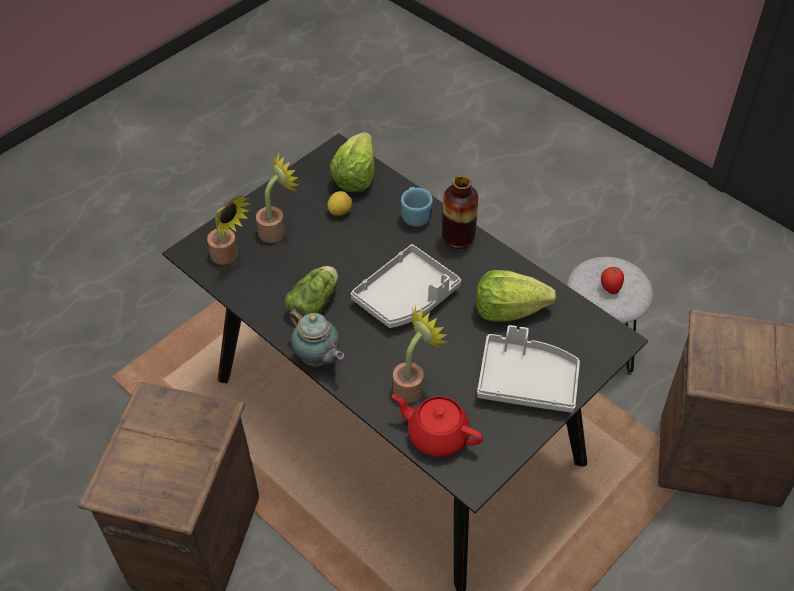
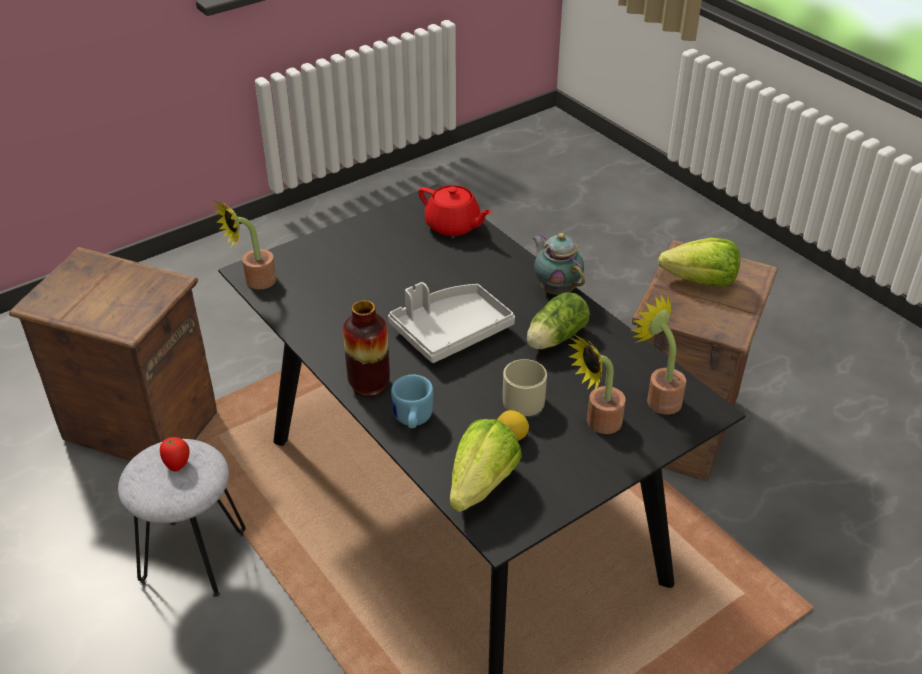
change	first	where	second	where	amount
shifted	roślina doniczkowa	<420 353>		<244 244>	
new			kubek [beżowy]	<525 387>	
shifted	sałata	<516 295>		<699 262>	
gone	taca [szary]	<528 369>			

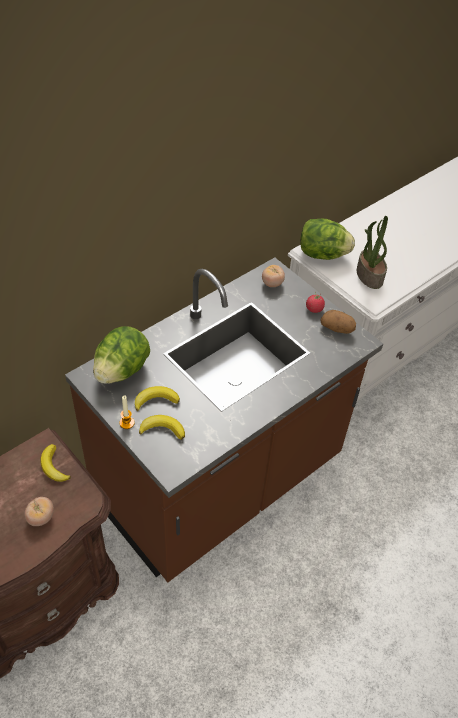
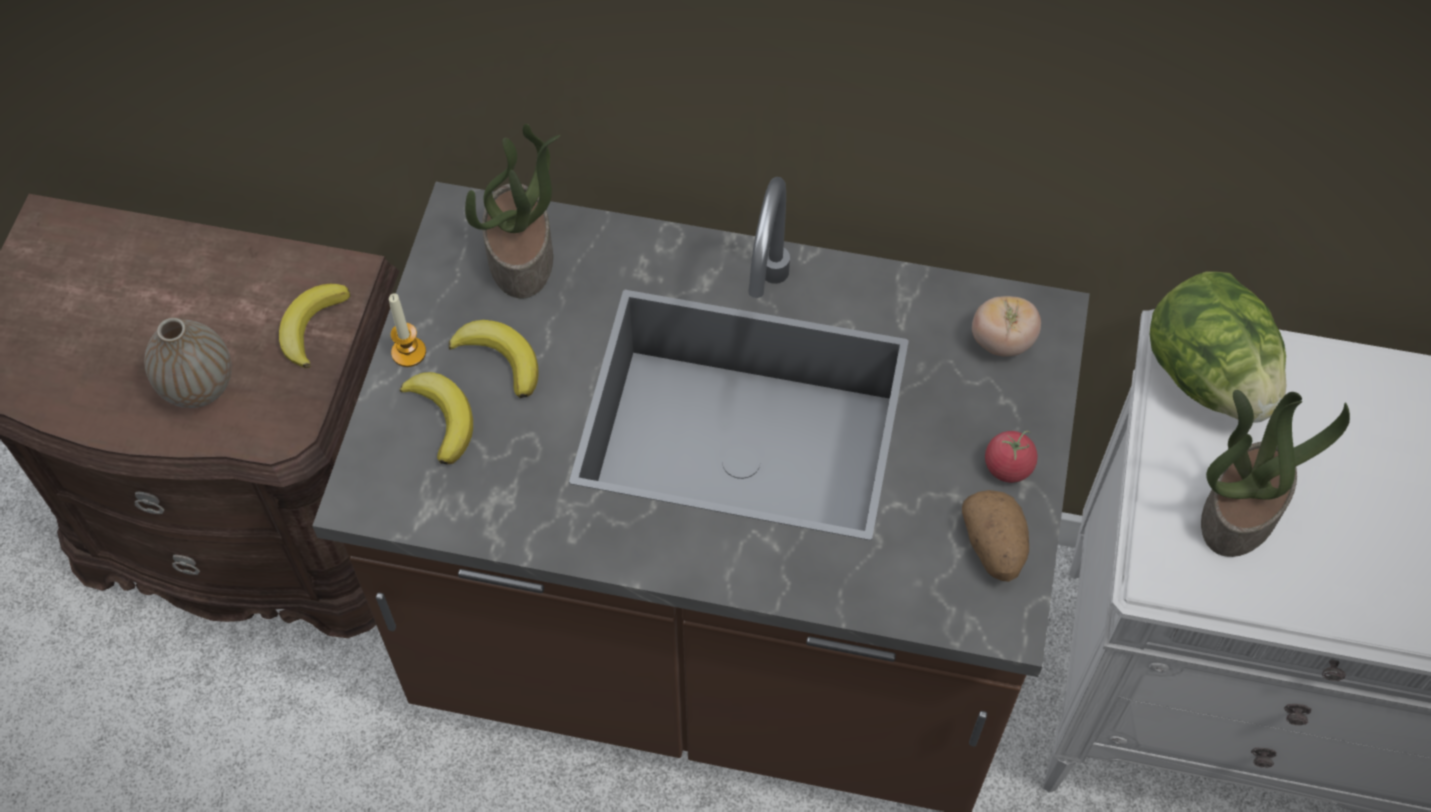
change	first	where	second	where	amount
swapped	pomidor	<39 511>	wazon	<188 363>	
swapped	sałata	<121 355>	roślina doniczkowa	<512 211>	

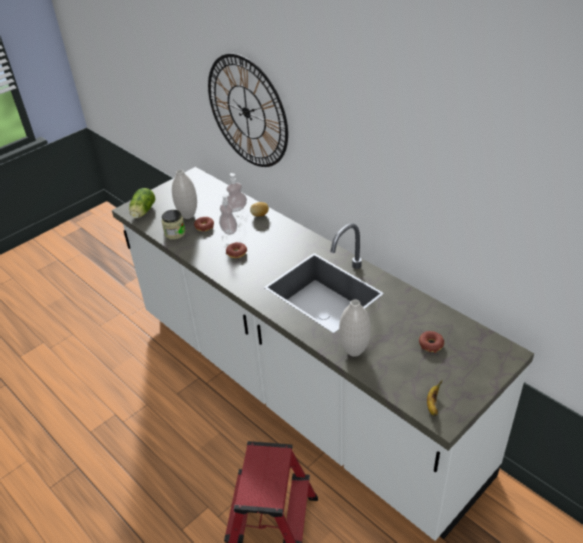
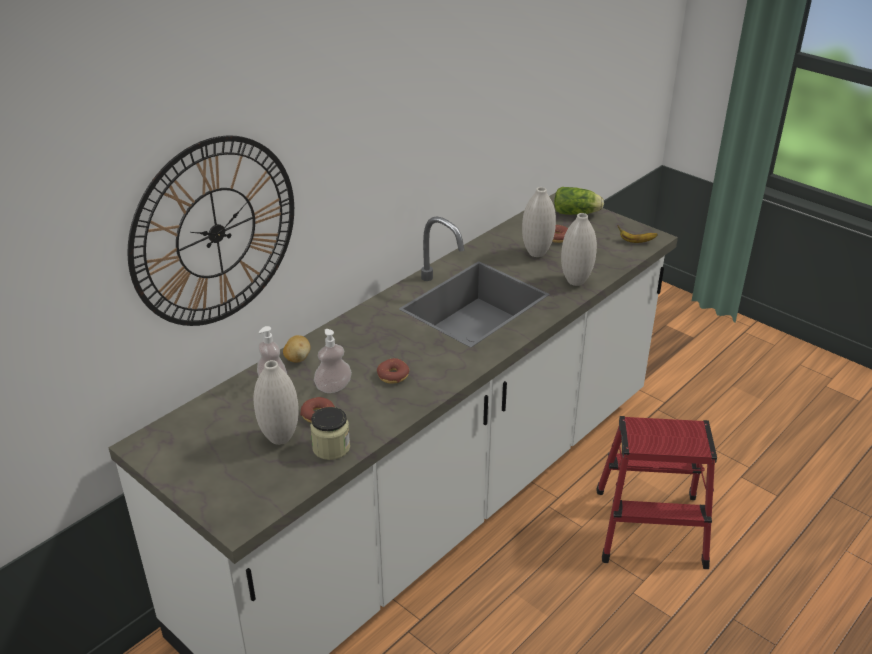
change	first	where	second	where	amount
new			wazon [biały]	<539 222>	
shifted	sałata	<142 203>		<579 201>	

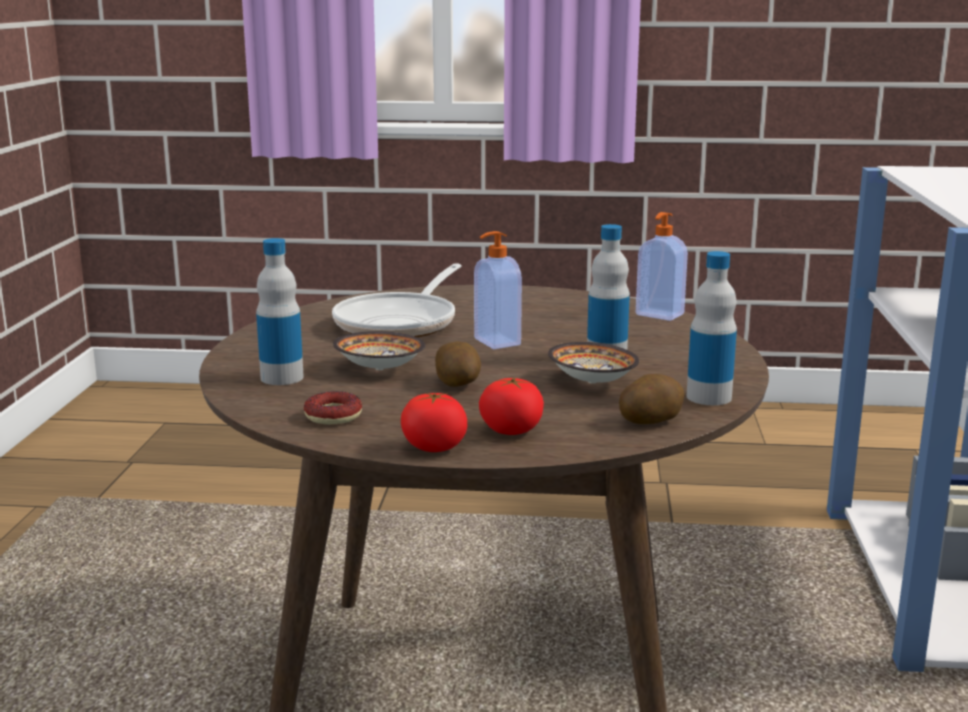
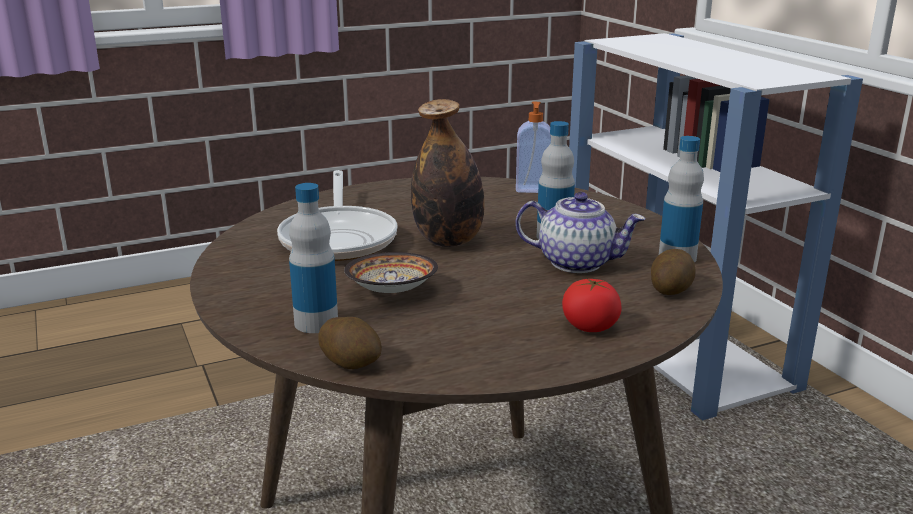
change	first	where	second	where	amount
shifted	ziemniak	<458 364>		<350 343>	
swapped	dozownik mydła	<498 290>	butelka	<448 173>	
swapped	miska	<593 363>	imbryk	<580 232>	
gone	donut	<333 408>			
gone	pomidor	<434 422>			

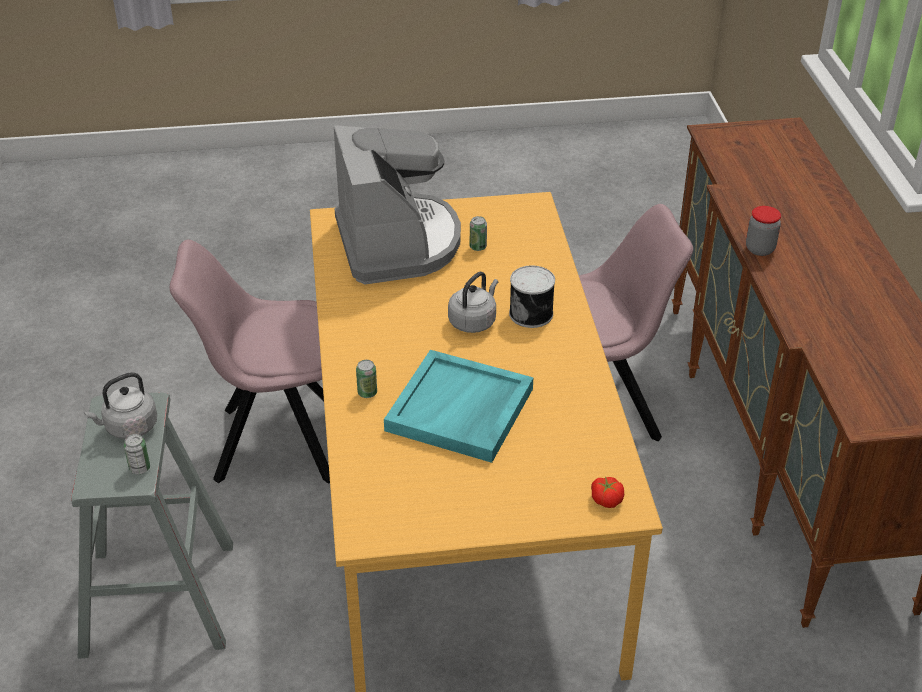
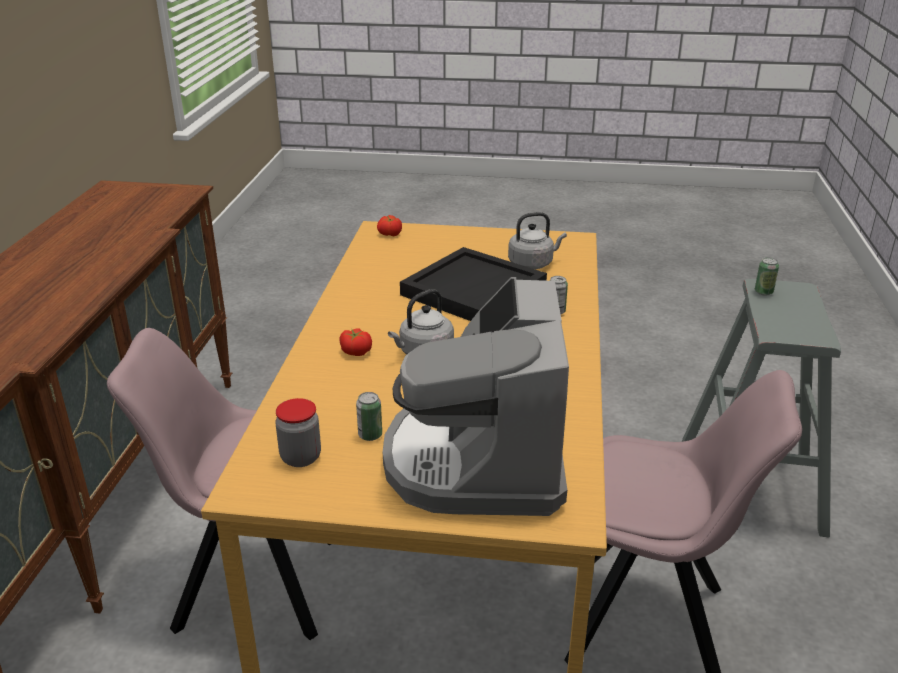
change	first	where	second	where	amount
shifted	słoik	<763 231>		<298 432>	
swapped	puszka	<532 296>	pomidor	<355 342>	
repainted	taca [turkusowy]	<458 406>	taca [czarny]	<473 284>	
shifted	czajnik [szary]	<120 405>		<537 240>	

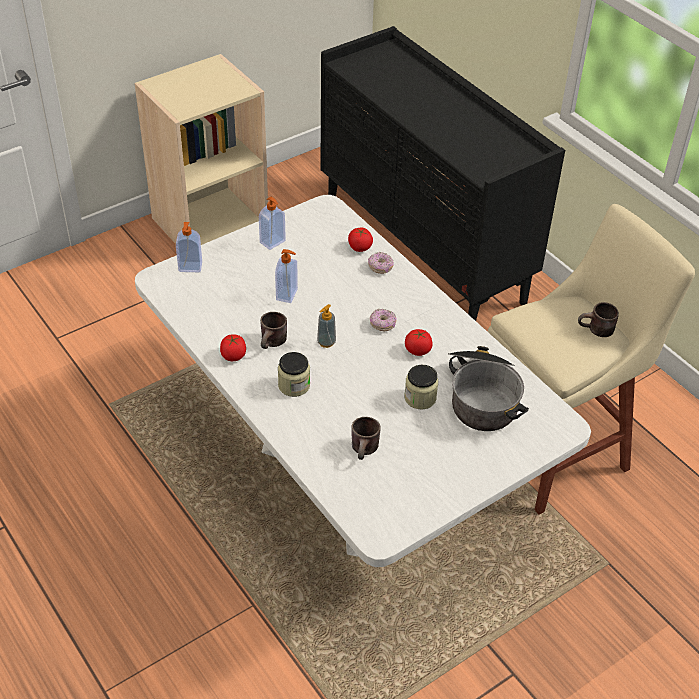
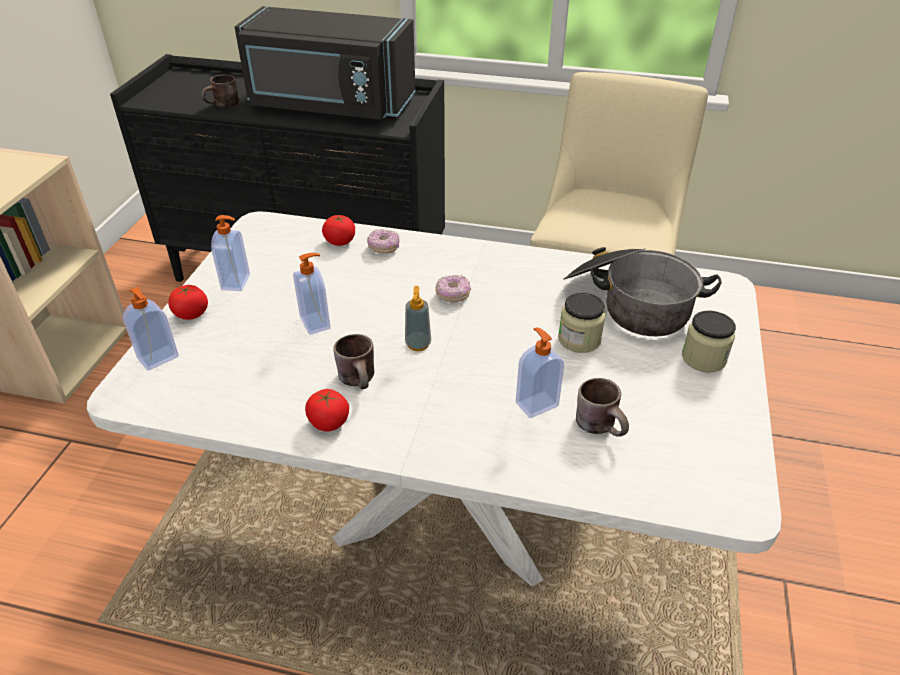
change	first	where	second	where	amount
shifted	pomidor	<419 342>		<188 302>	
shifted	kubek [brązowy]	<598 319>		<220 91>	
new			mikrofalówka [czarny]	<325 63>	
new			dozownik mydła	<540 372>	
shifted	słoik	<294 374>		<709 341>	

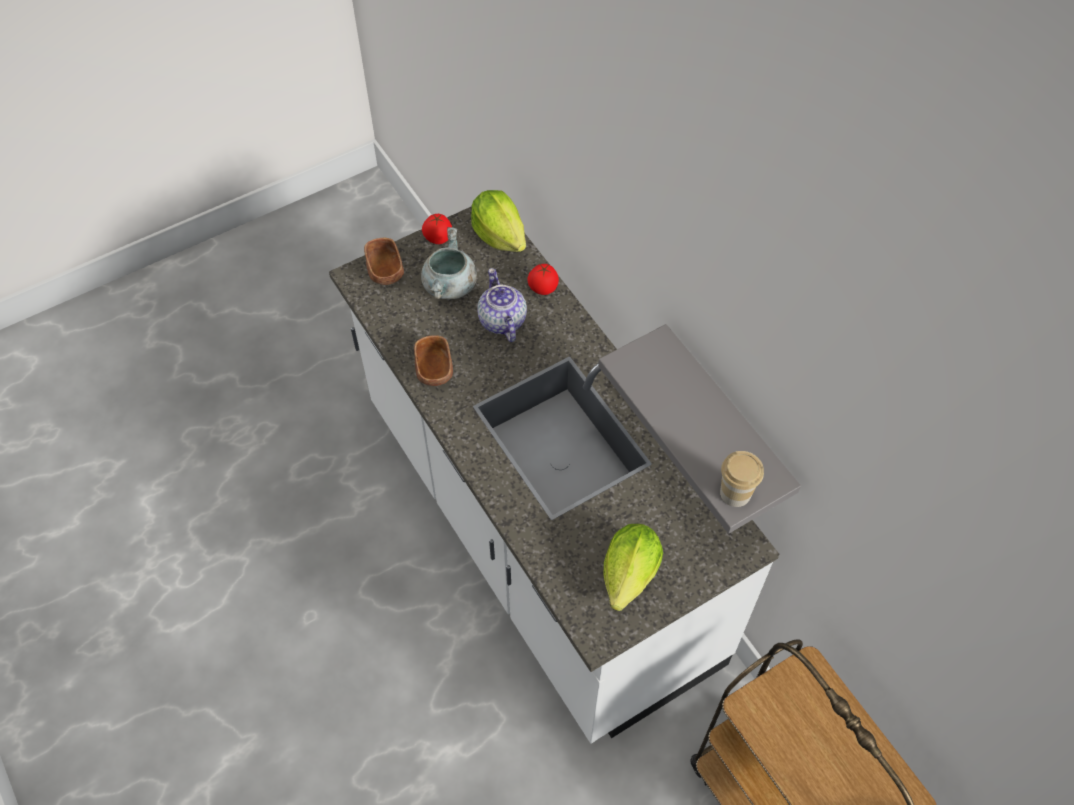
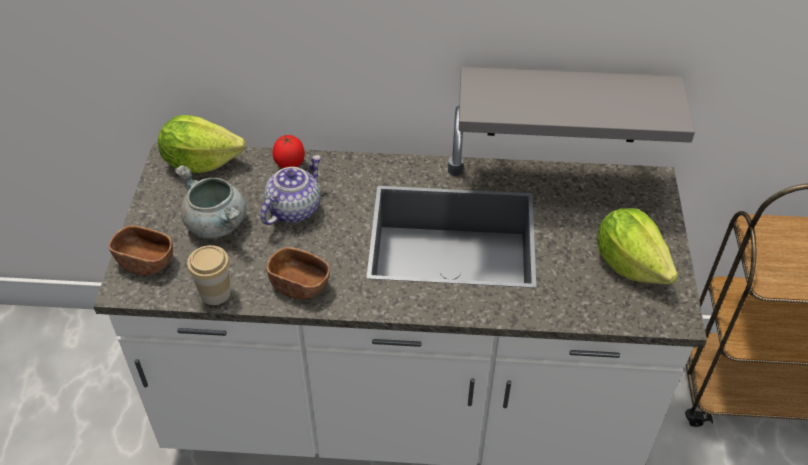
change	first	where	second	where	amount
shifted	filiżanka	<742 479>		<209 275>	
rotated	imbryk	<502 305>		<290 190>	105 degrees clockwise
gone	pomidor	<437 229>			

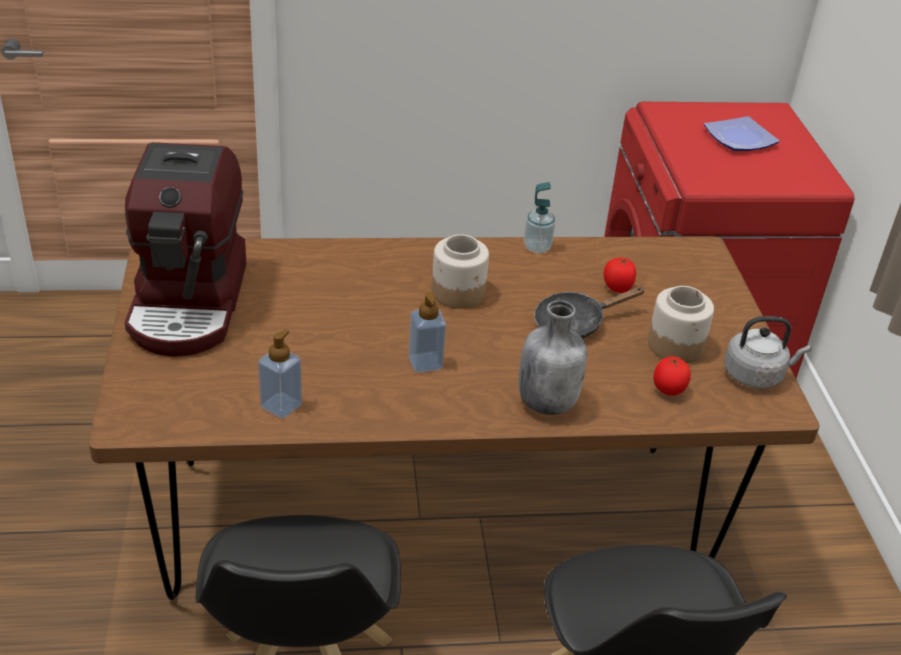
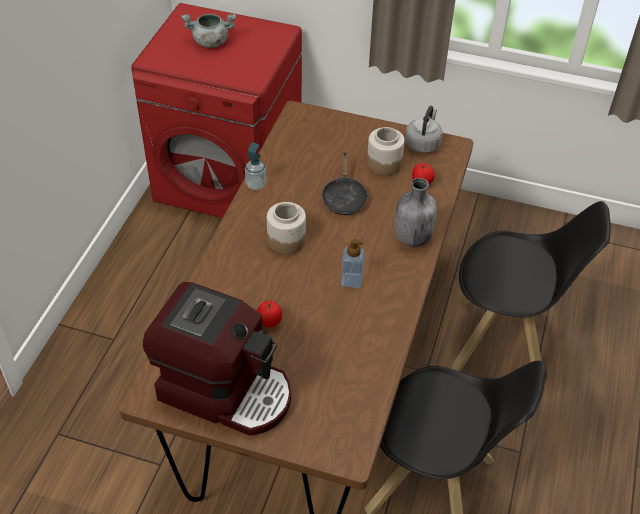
change	first	where	second	where	amount
swapped	talerz	<742 133>	garnek [szary]	<208 31>	
shifted	pomidor	<620 275>		<269 314>	
gone	dozownik mydła	<280 374>			

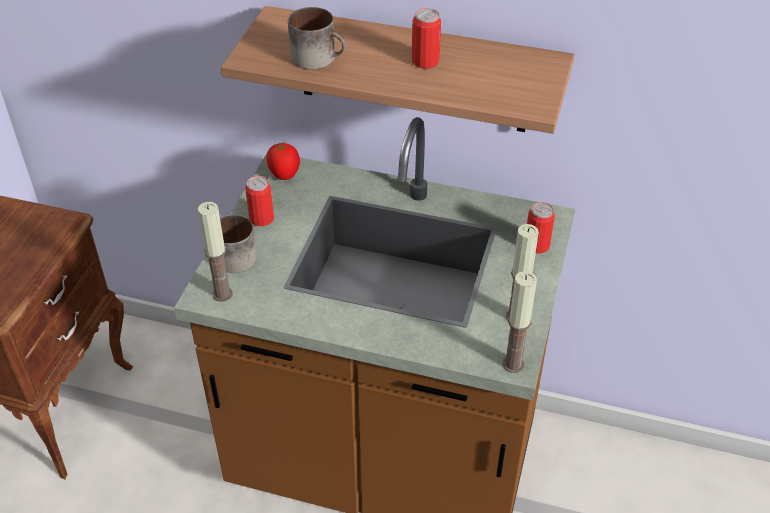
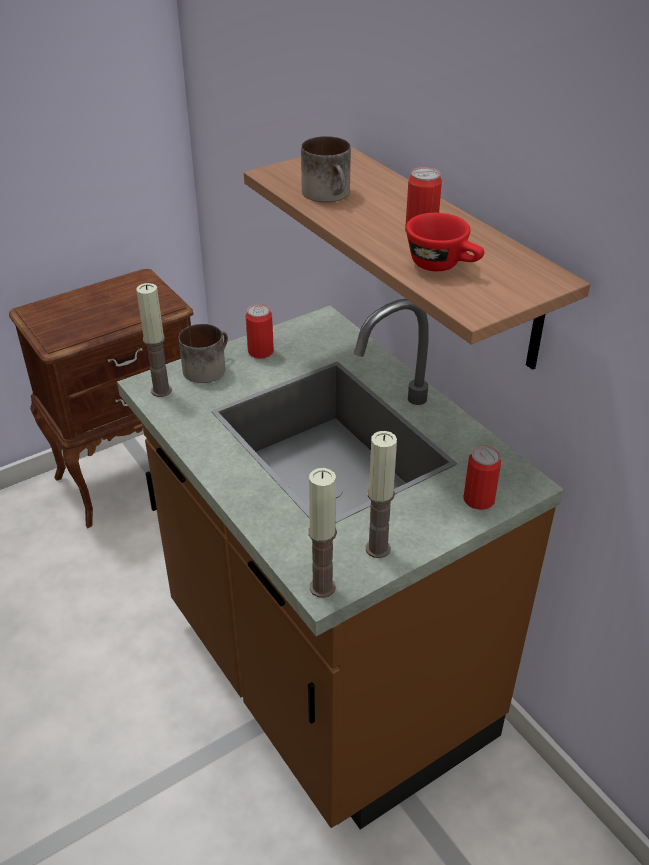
change	first	where	second	where	amount
new			filiżanka [czerwony]	<445 242>	
gone	pomidor	<283 161>			

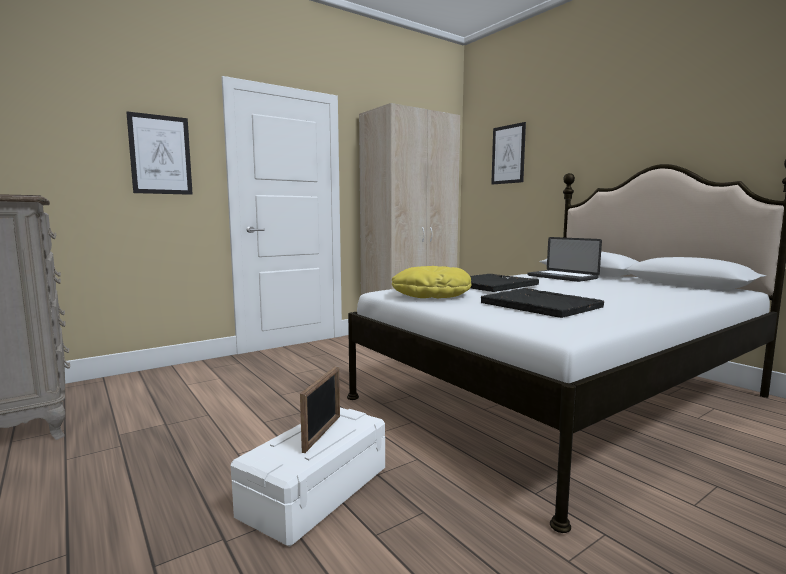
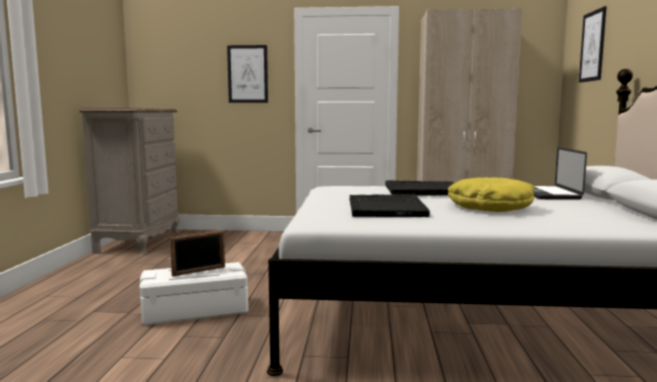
change	first	where	second	where	amount
shifted	poduszka [żółty]	<431 282>		<491 194>	

